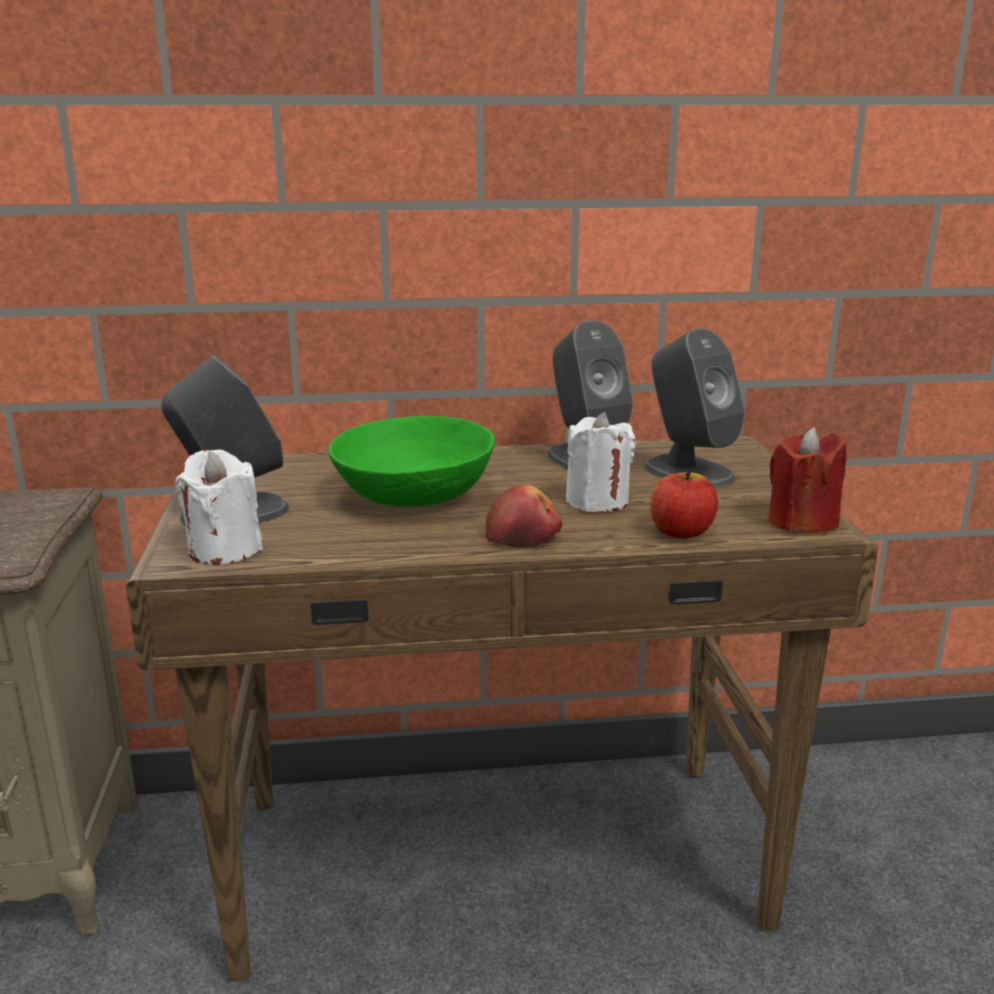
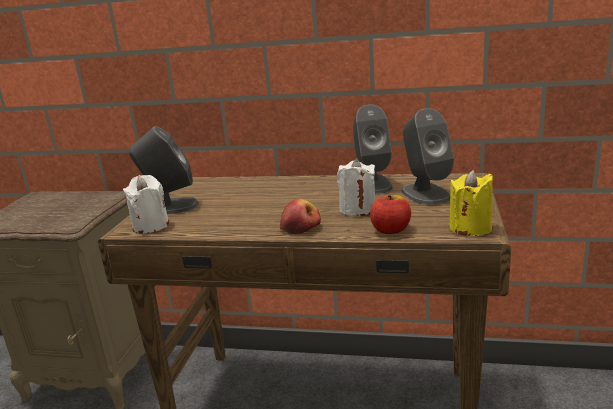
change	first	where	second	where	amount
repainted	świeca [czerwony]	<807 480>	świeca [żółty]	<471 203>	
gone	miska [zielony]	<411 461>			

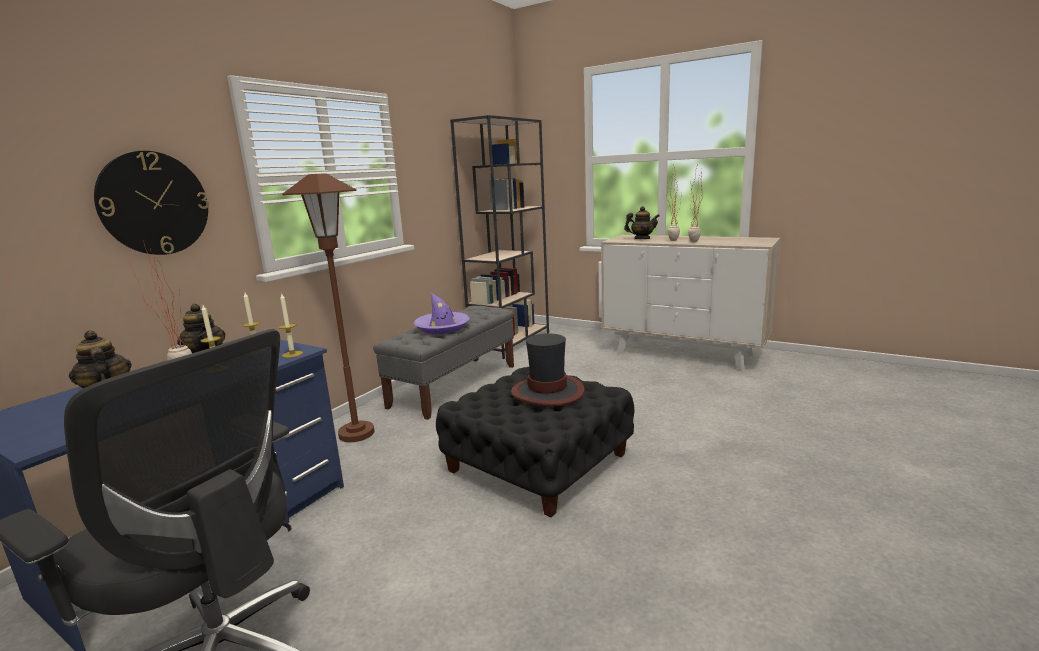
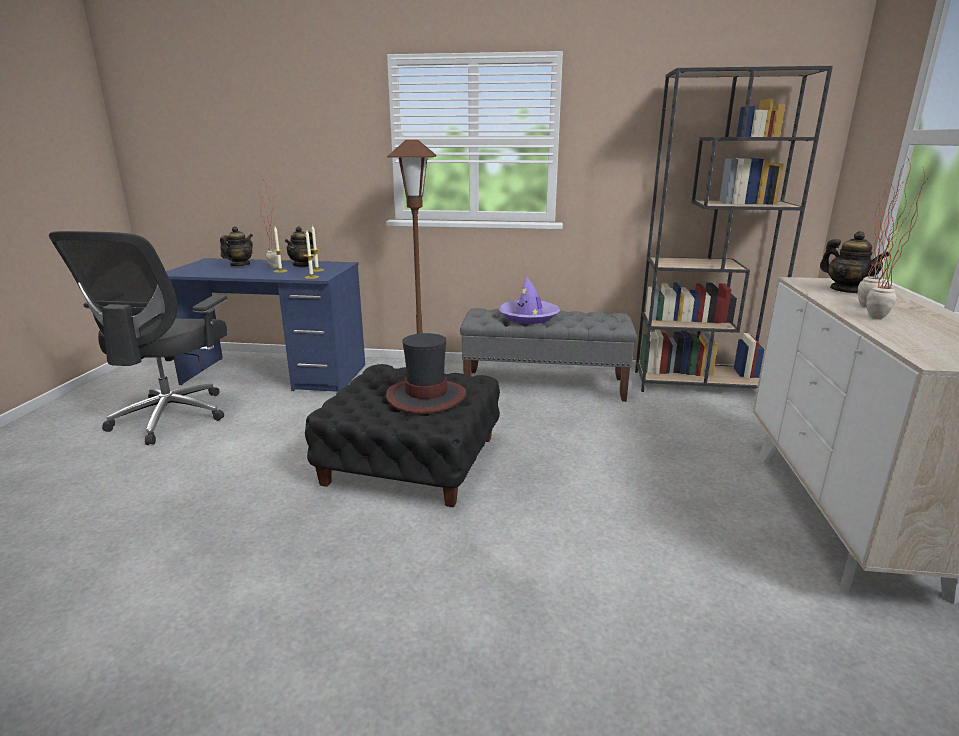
change	first	where	second	where	amount
gone	zegar ścienny	<151 203>			

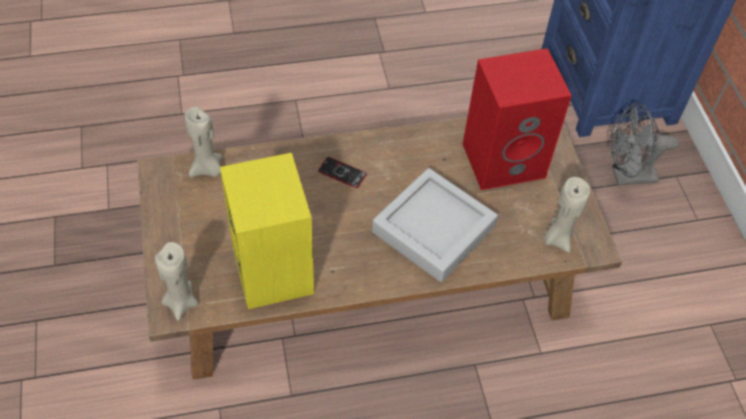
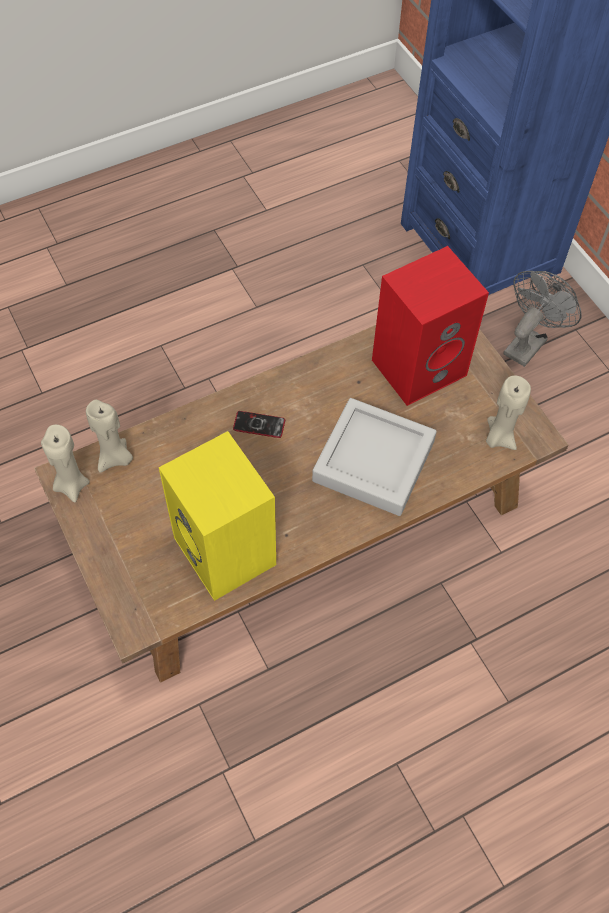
change	first	where	second	where	amount
shifted	świeca [beżowy]	<177 281>		<65 463>	
rotated	wentylator [szary]	<644 144>		<542 319>	150 degrees clockwise

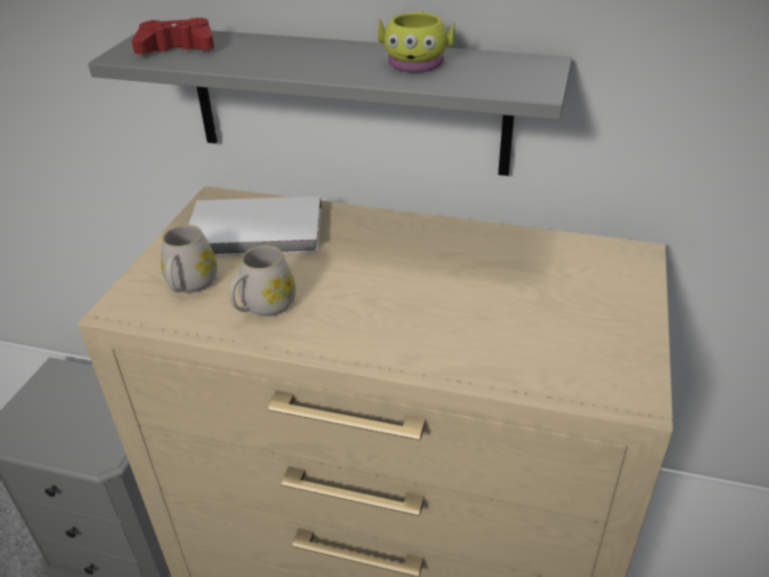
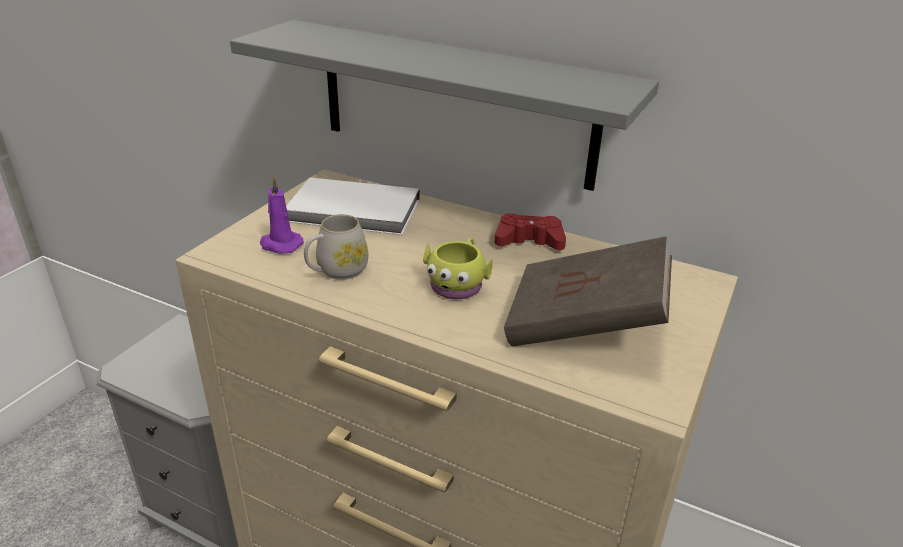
change	first	where	second	where	amount
swapped	kubek [biały]	<189 259>	świeca [fioletowy]	<282 215>	
shifted	kubek [żółty]	<416 41>		<458 268>	
shifted	pad do gier [czerwony]	<173 36>		<530 231>	
new			książka [brązowy]	<588 291>	

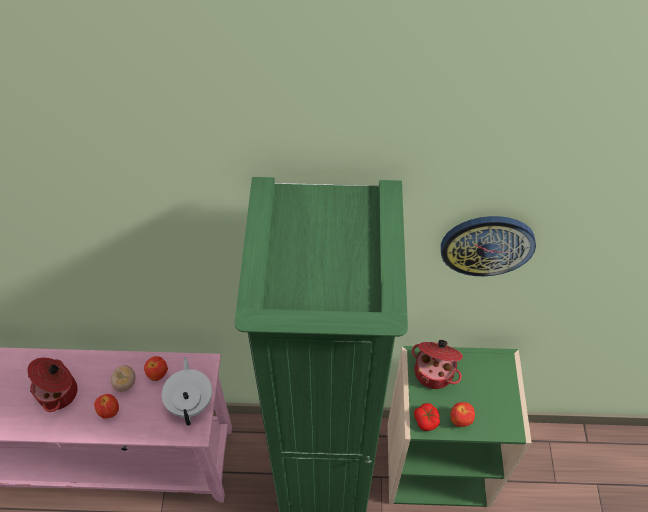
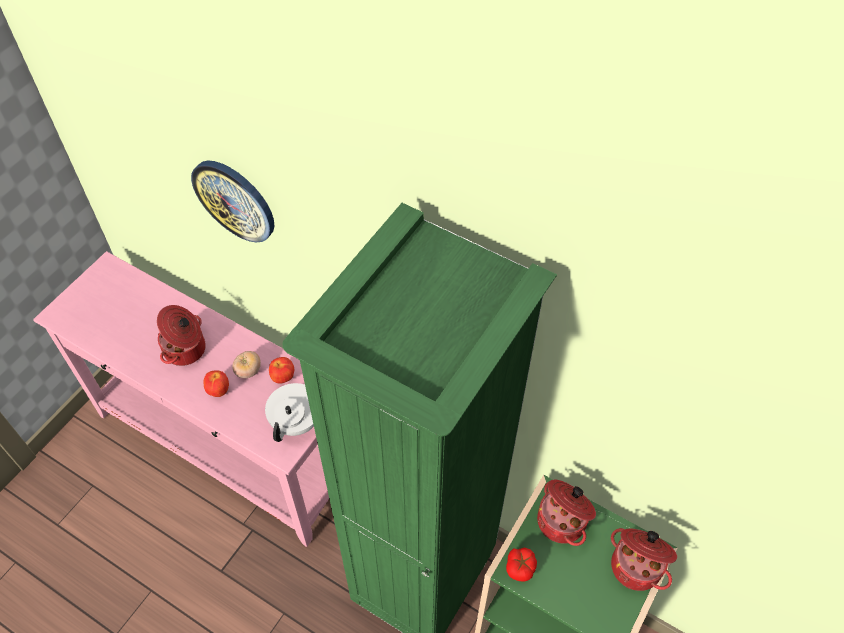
change	first	where	second	where	amount
shifted	zegar ścienny	<488 246>		<232 201>	
new			garnek	<644 559>	
gone	jabłko	<462 414>			

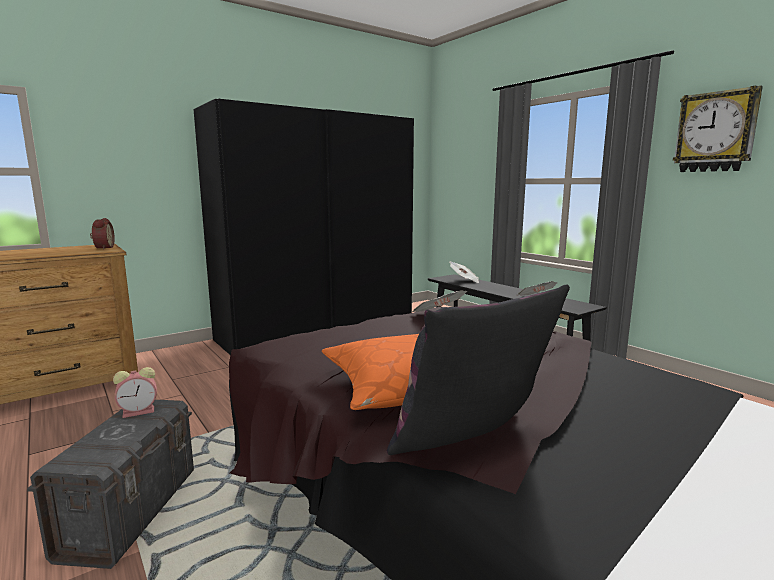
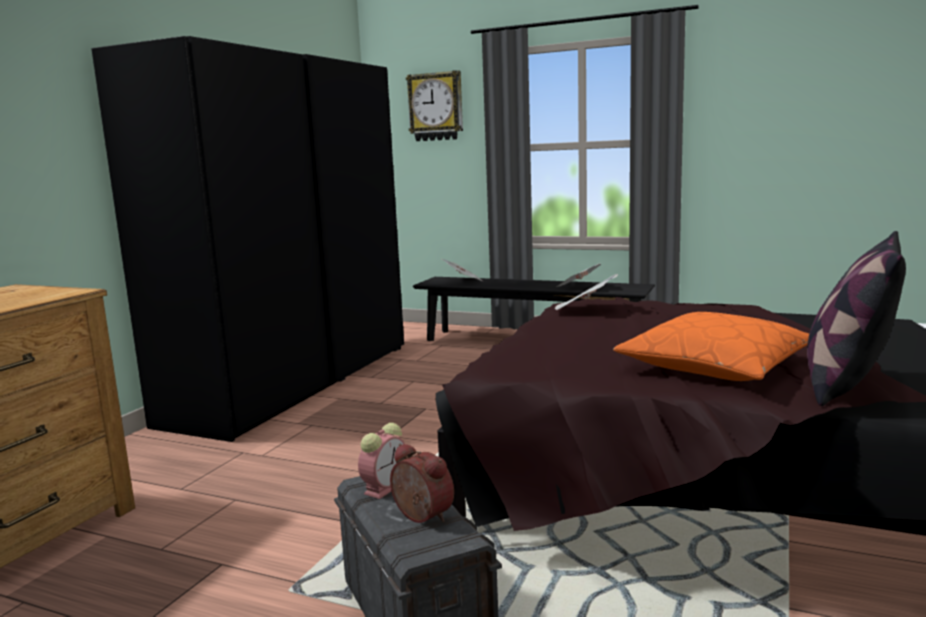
change	first	where	second	where	amount
shifted	budzik	<102 233>		<422 483>	
shifted	zegar ścienny	<718 129>		<434 105>	

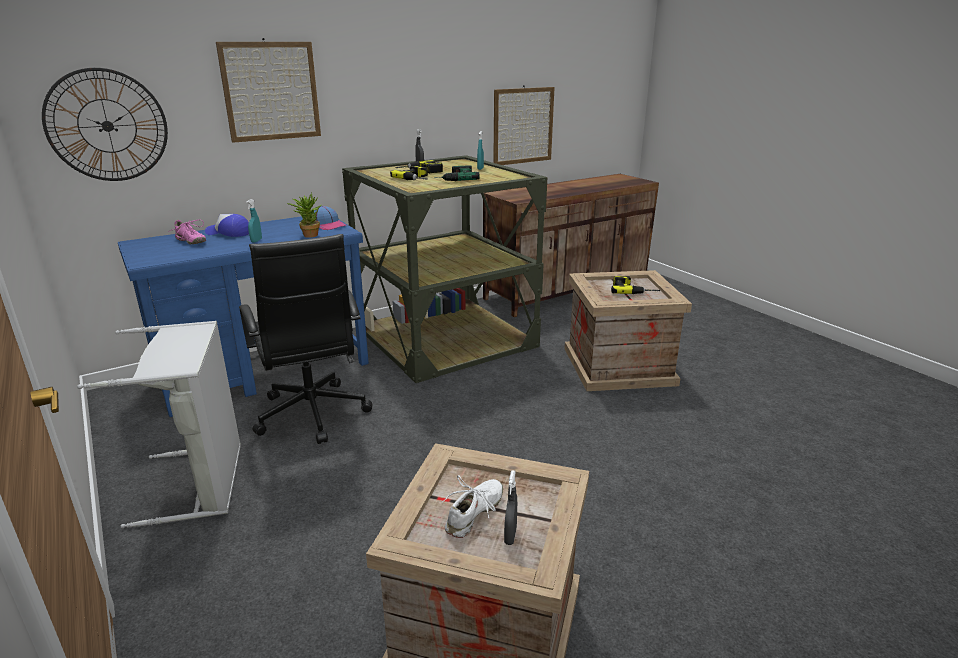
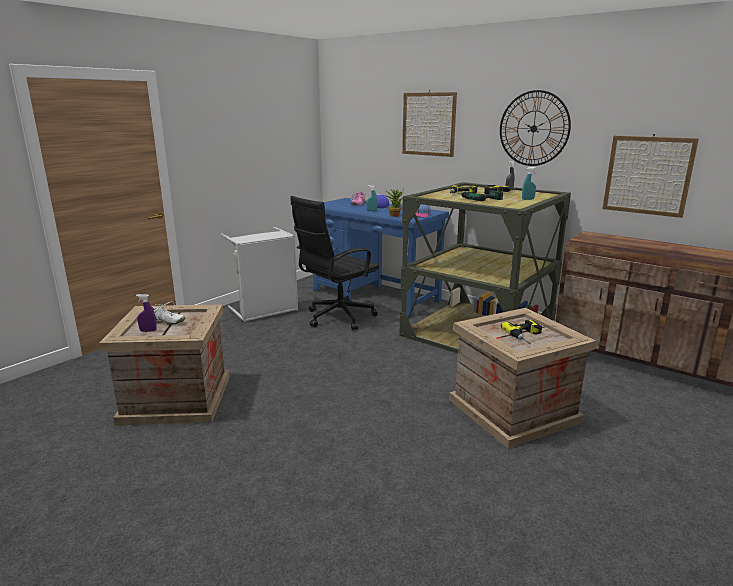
change	first	where	second	where	amount
repainted	spryskiwacz [szary]	<510 507>	spryskiwacz [fioletowy]	<146 313>	
shifted	zegar ścienny	<105 124>		<535 128>	

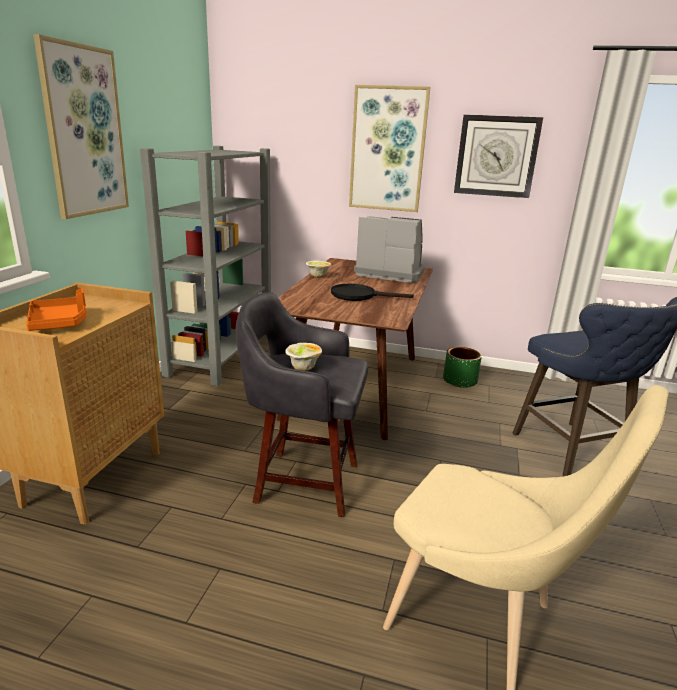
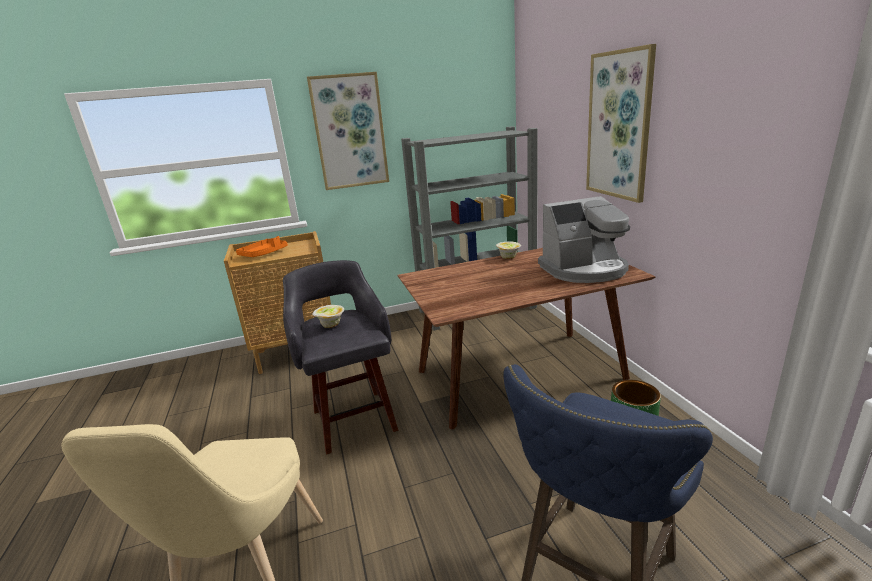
change	first	where	second	where	amount
rotated	ekspres do kawy	<389 250>		<584 239>	90 degrees clockwise
gone	patelnia [czarny]	<372 292>			
gone	zegar ścienny	<498 156>			

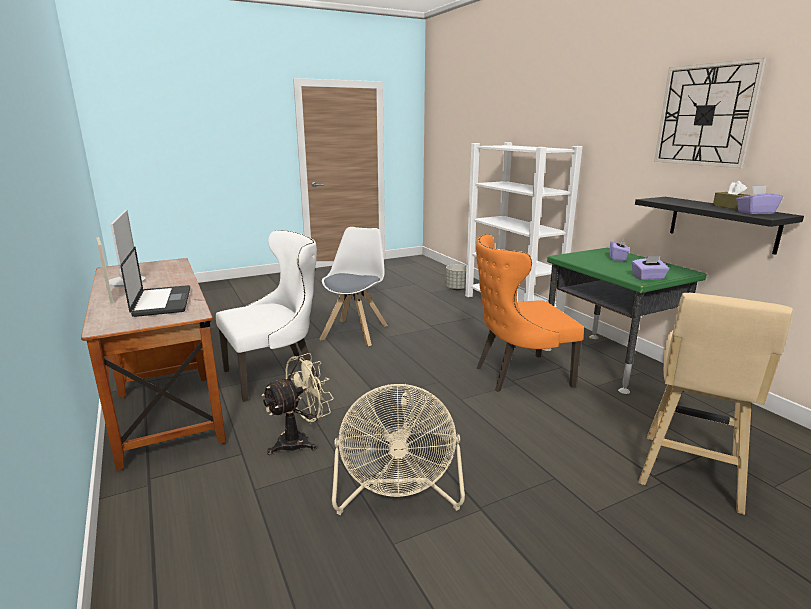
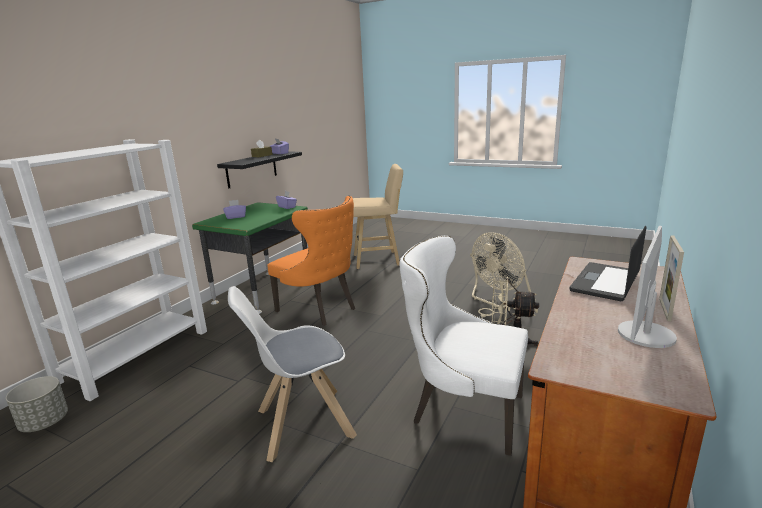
change	first	where	second	where	amount
gone	zegar ścienny	<710 113>			

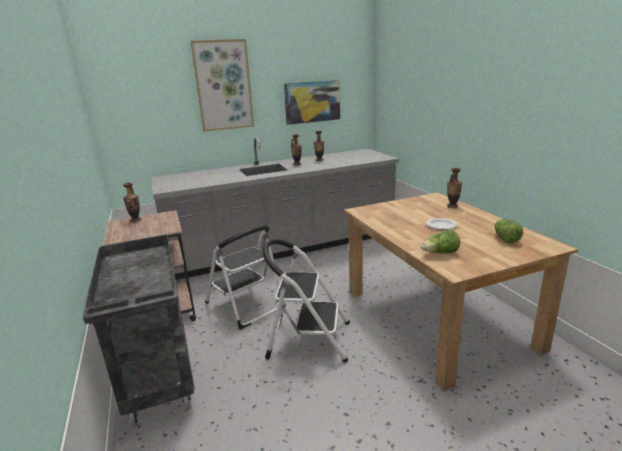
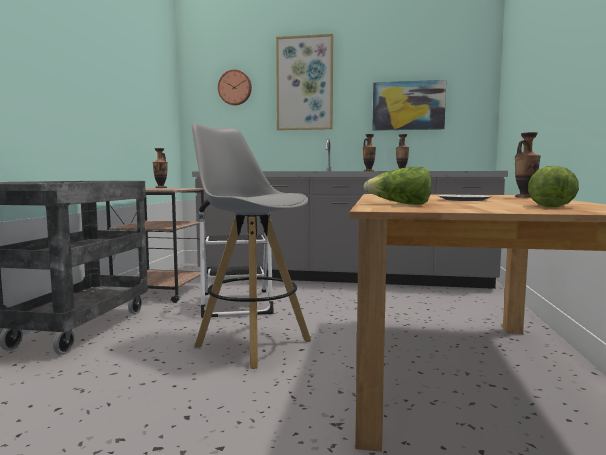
change	first	where	second	where	amount
swapped	drabinka	<306 301>	stołek [szary]	<251 246>	
new			zegar ścienny	<235 87>	

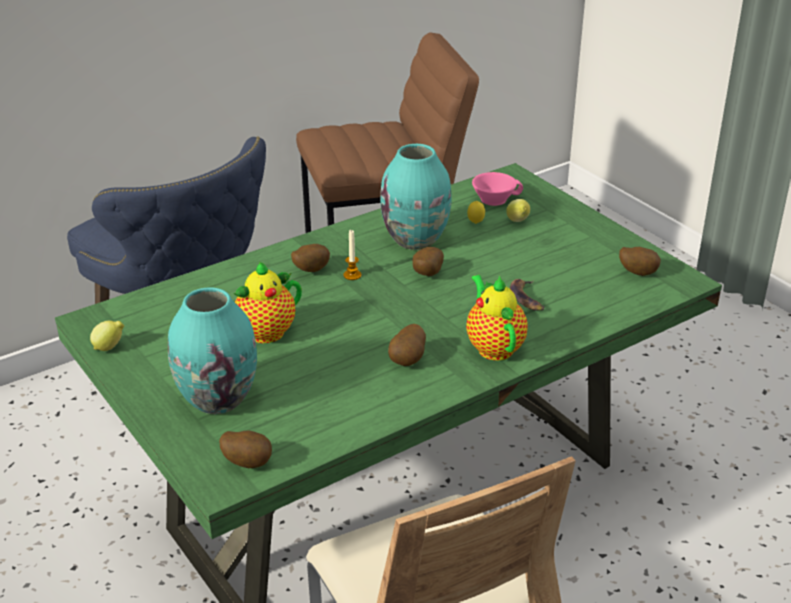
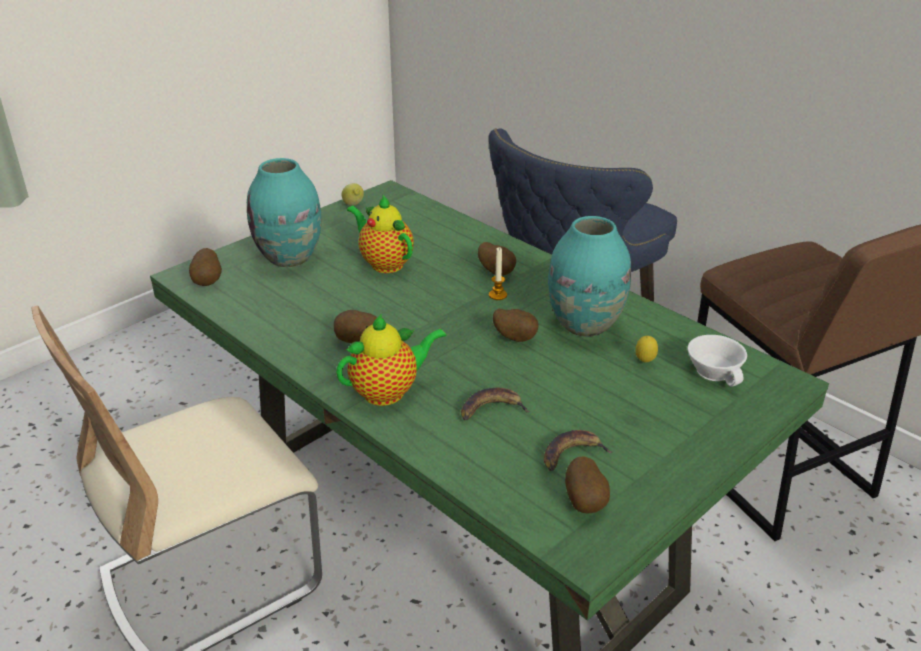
change	first	where	second	where	amount
new			banan	<578 450>	
repainted	filiżanka [różowy]	<497 189>	filiżanka [biały]	<717 361>	
gone	cytryna	<518 210>			

